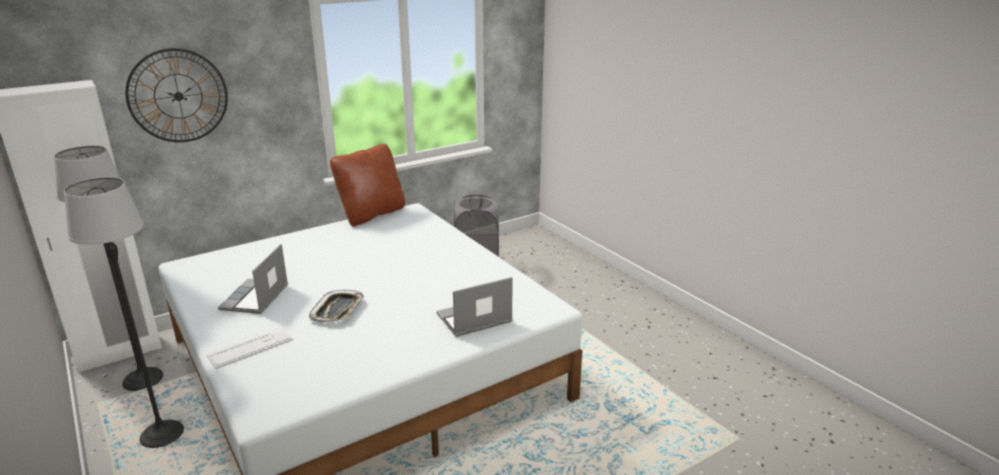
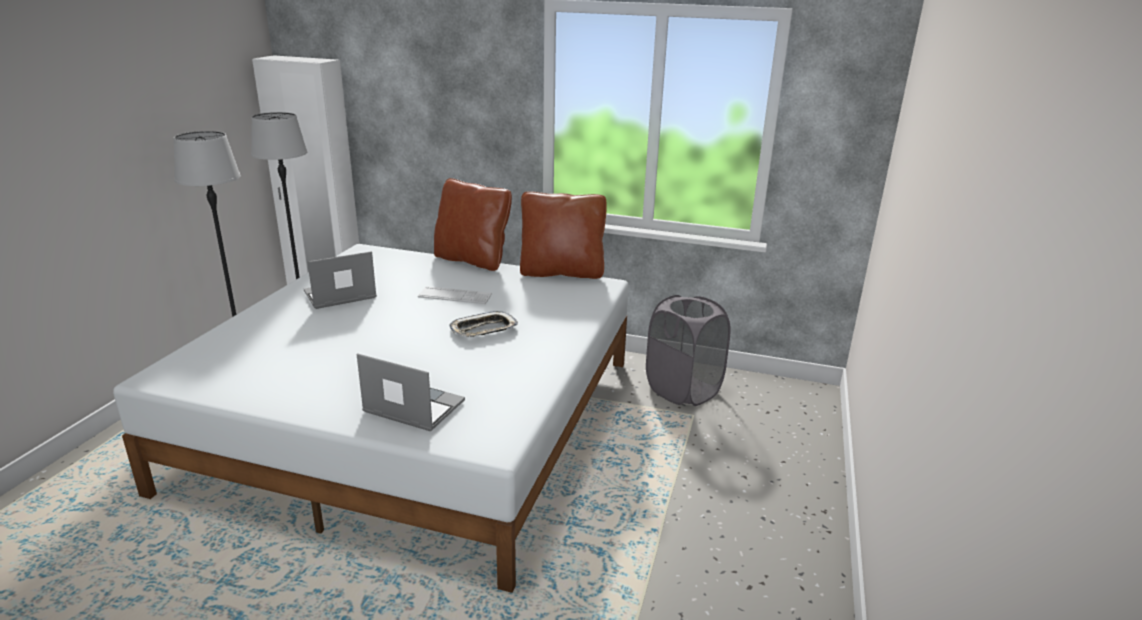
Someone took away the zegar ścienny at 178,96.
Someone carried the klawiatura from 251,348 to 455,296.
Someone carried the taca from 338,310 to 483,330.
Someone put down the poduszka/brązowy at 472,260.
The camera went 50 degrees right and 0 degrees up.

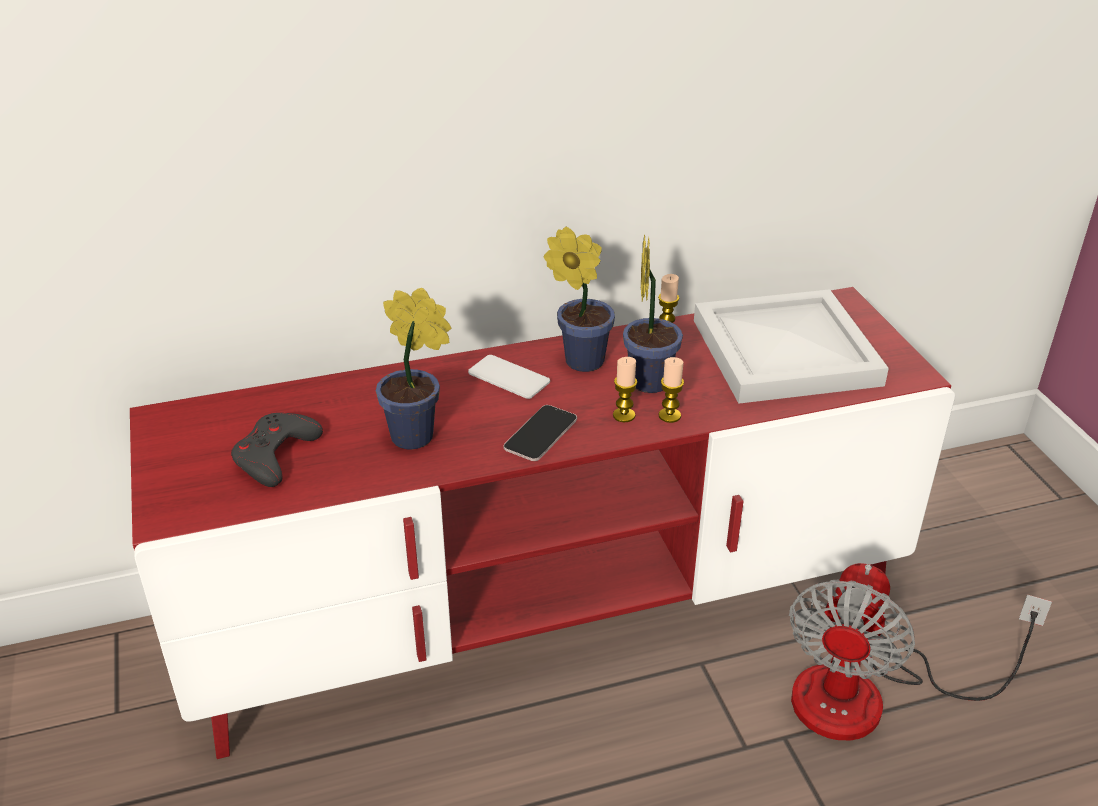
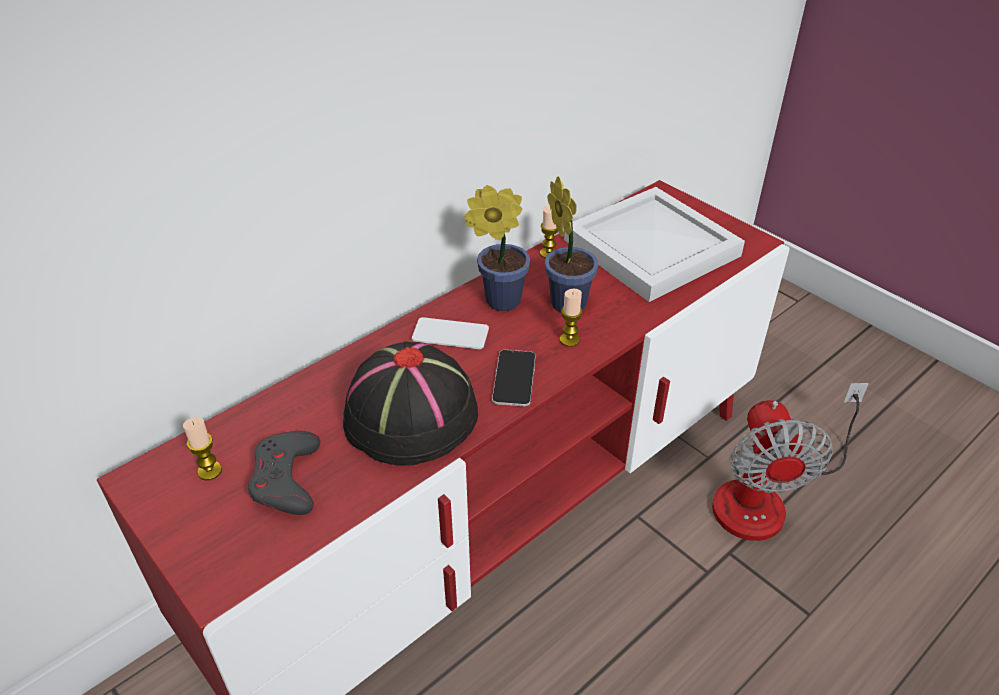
Someone swapped the roślina doniczkowa at 418,437 for the kapelusz/czarny at 410,417.
Someone carried the świeca from 669,416 to 209,471.
The camera went 25 degrees left and 5 degrees up.

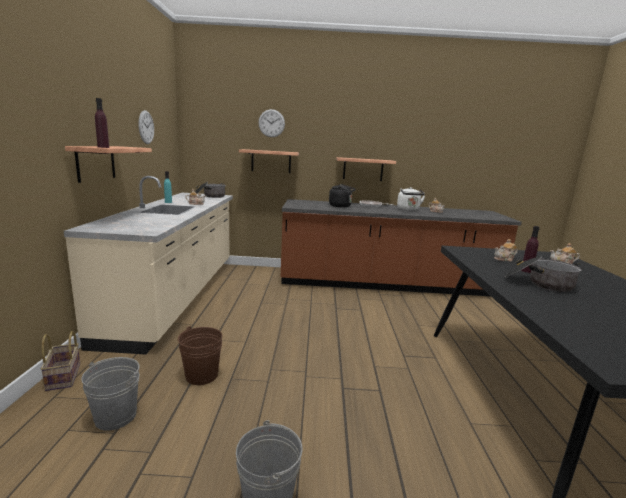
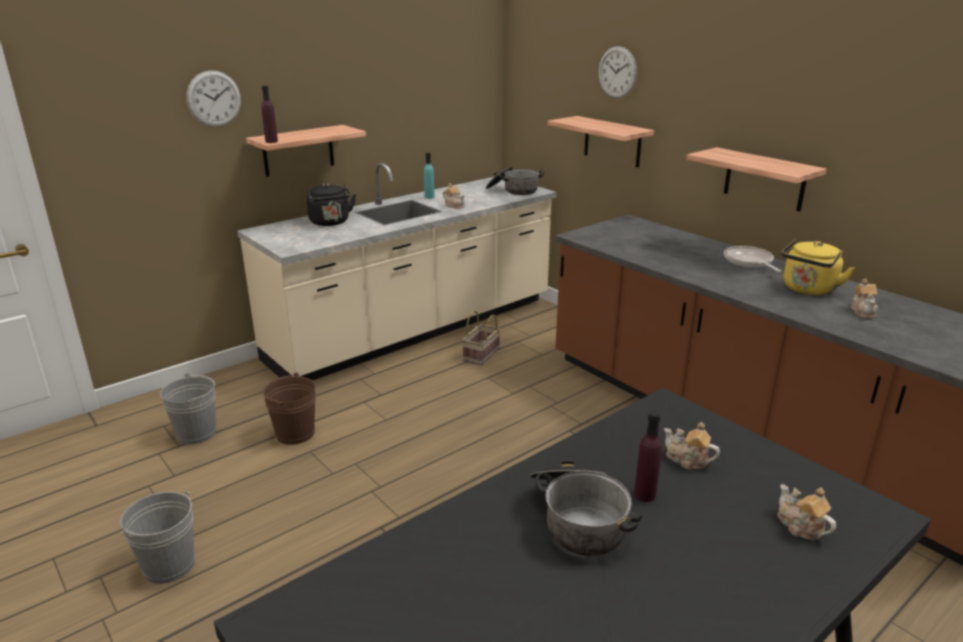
Someone carried the koszyk from 64,377 to 481,355.
Someone carried the zegar ścienny from 146,127 to 214,99.
Someone carried the czajnik/czarny from 341,206 to 330,223.
Someone repainted the czajnik/biały at 408,209, which became the czajnik/żółty at 808,290.
The camera went 50 degrees right and 10 degrees up.

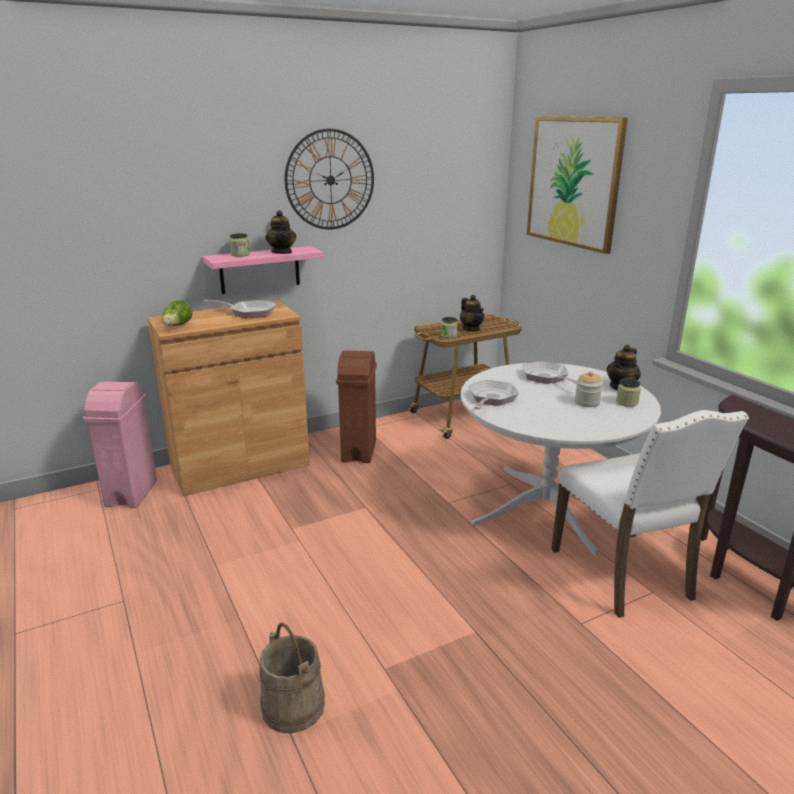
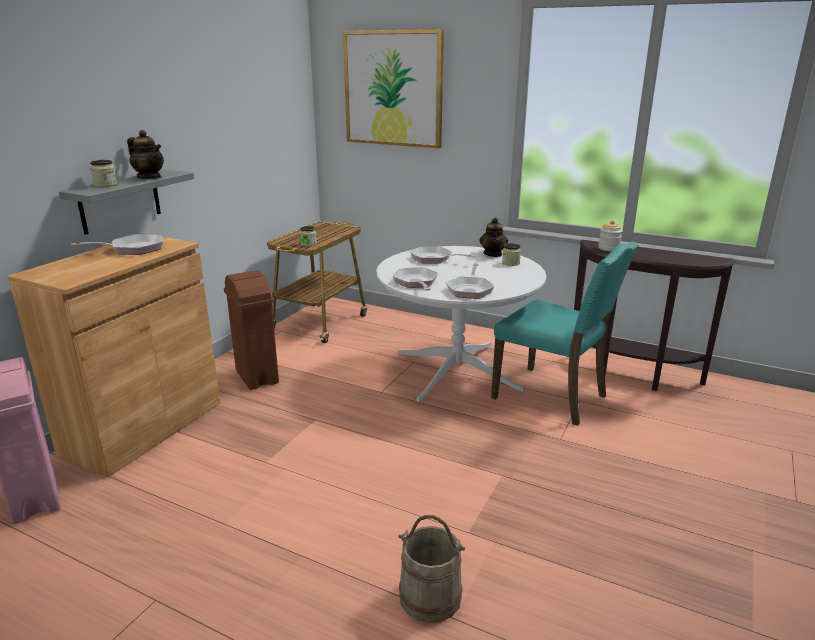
Someone took away the sałata at 177,326.
Someone repainted the półka/różowy at 260,270, which became the półka/szary at 120,201.
Someone took away the zegar ścienny at 330,180.
Someone took away the imbryk at 471,329.
Someone repainted the krzesło/biały at 624,574, which became the krzesło/turkusowy at 552,396.
Someone carried the słoik from 587,402 to 609,248.
Someone put down the patelnia at 470,289.
The camera went 35 degrees left and 0 degrees up.

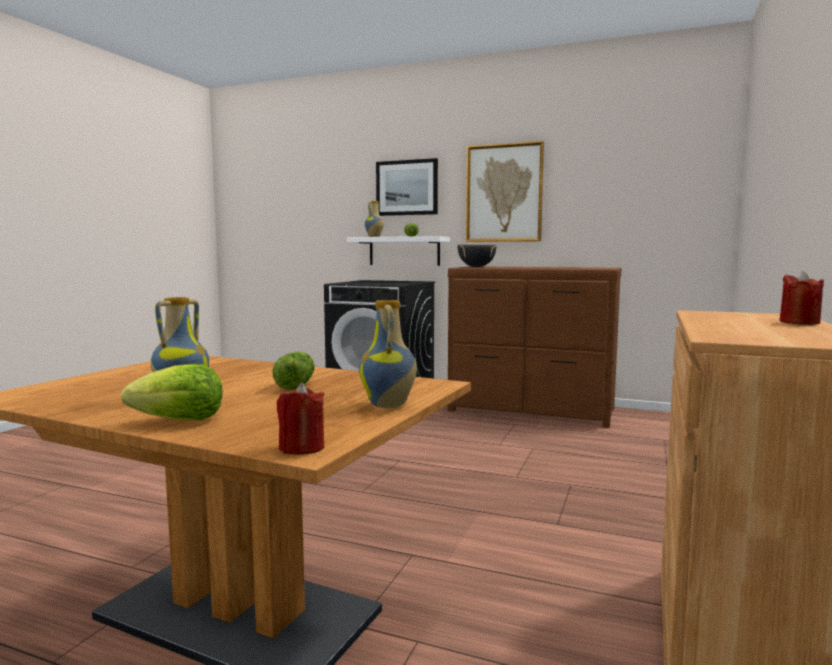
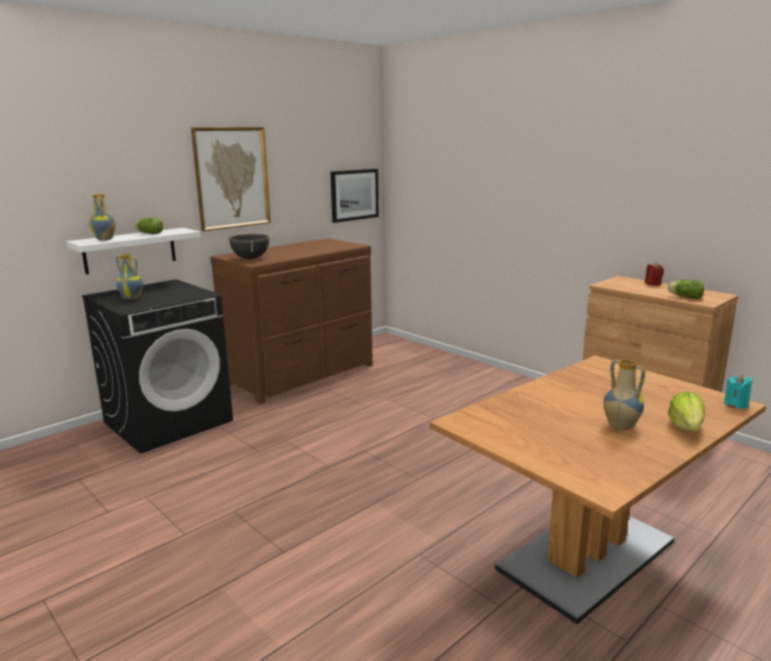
Someone carried the sałata from 297,385 to 684,297.
Someone repainted the świeca/czerwony at 302,448, which became the świeca/turkusowy at 735,404.
Someone carried the wazon from 390,405 to 132,299.
Someone carried the obraz from 407,188 to 354,195.
The camera went 65 degrees left and 10 degrees up.

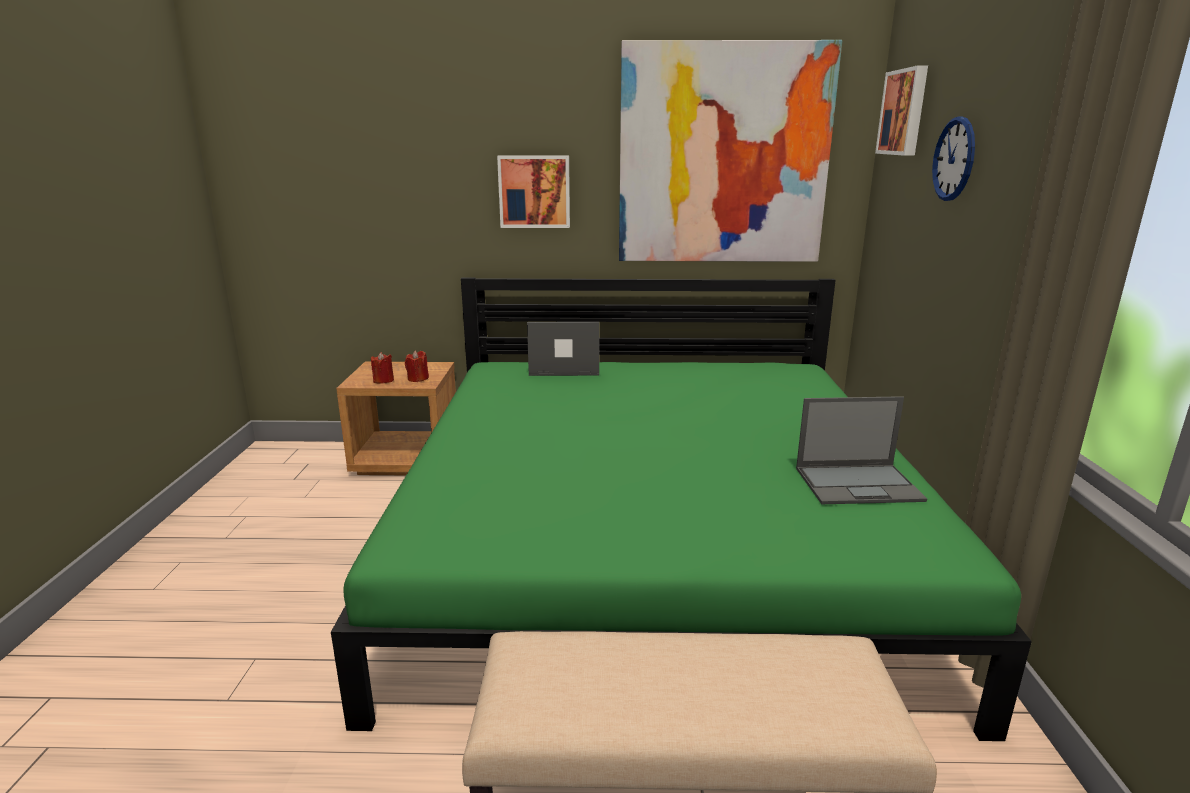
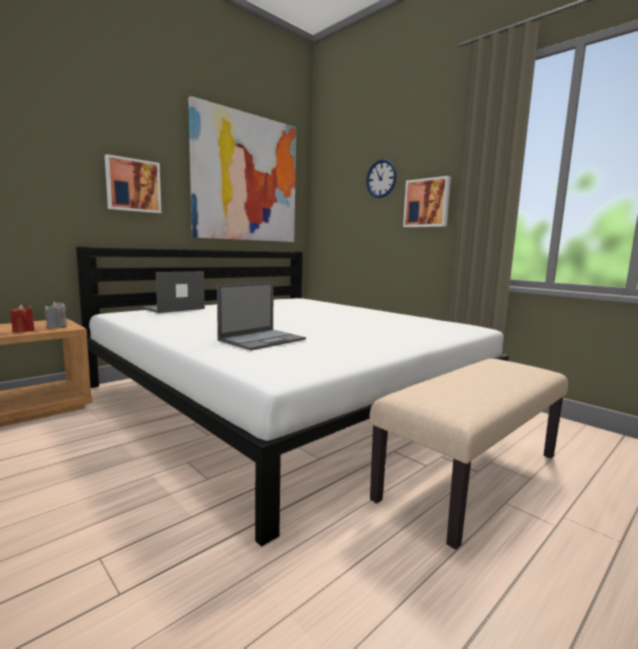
Someone repainted the łóżko/zielony at 654,544, which became the łóżko/biały at 289,397.
Someone repainted the świeca/czerwony at 418,379, which became the świeca/szary at 57,327.
Someone carried the laptop from 859,484 to 263,339.
Someone carried the obraz from 904,112 to 427,203.
The camera went 45 degrees left and 10 degrees down.

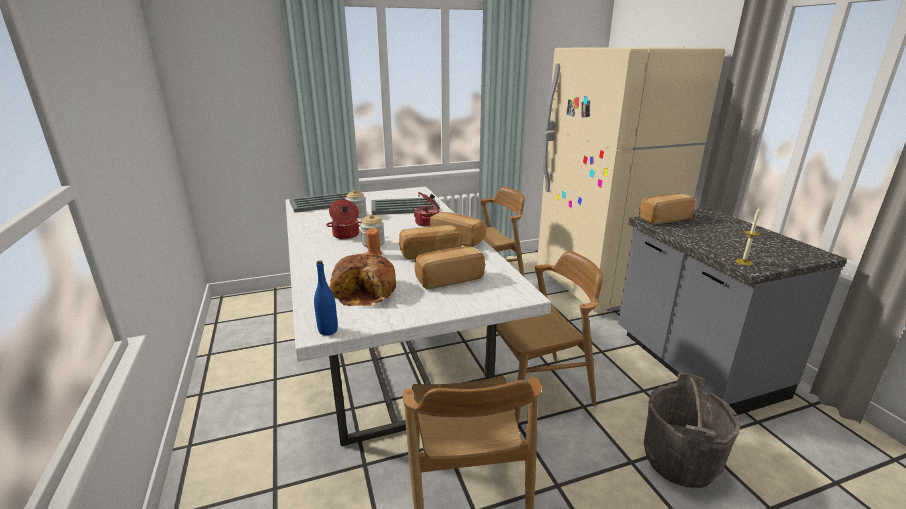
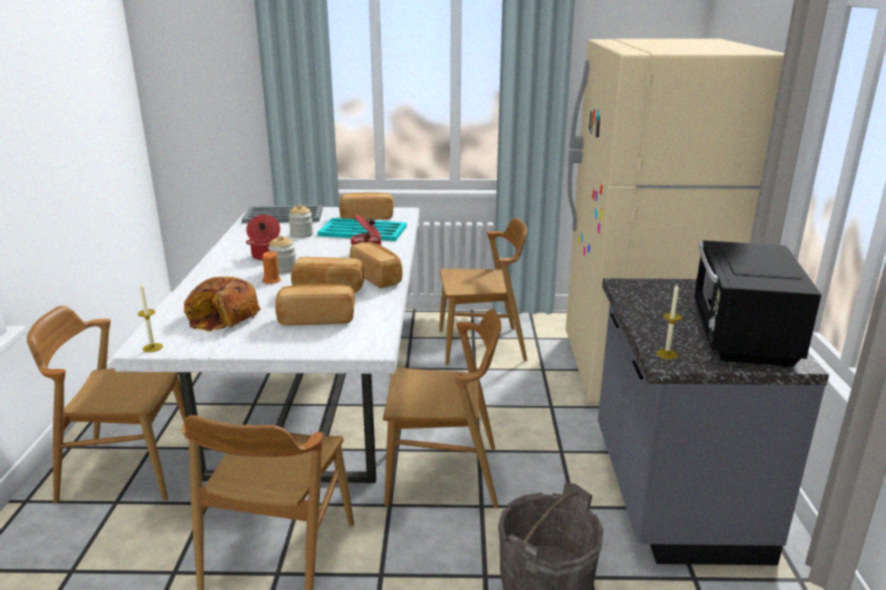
Someone swapped the butelka/niebieski at 328,331 for the świeca at 152,347.
Someone repainted the taca/szary at 405,207, which became the taca/turkusowy at 363,231.
Someone carried the chleb from 663,218 to 367,216.
Someone put down the krzesło/brązowy at 128,470.
Someone put down the mikrofalówka/czarny at 741,338.
The camera went 20 degrees right and 0 degrees up.

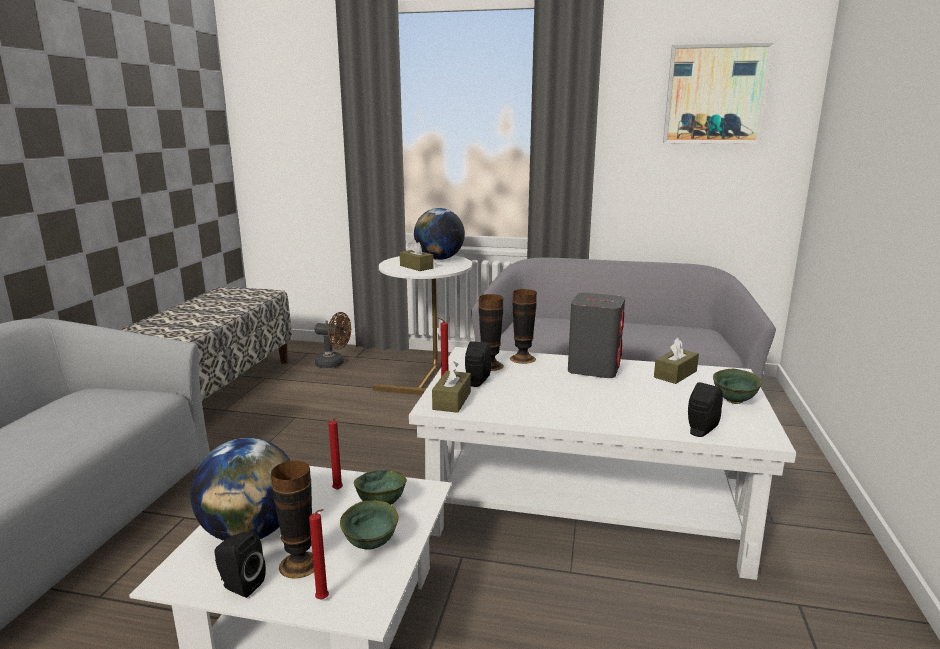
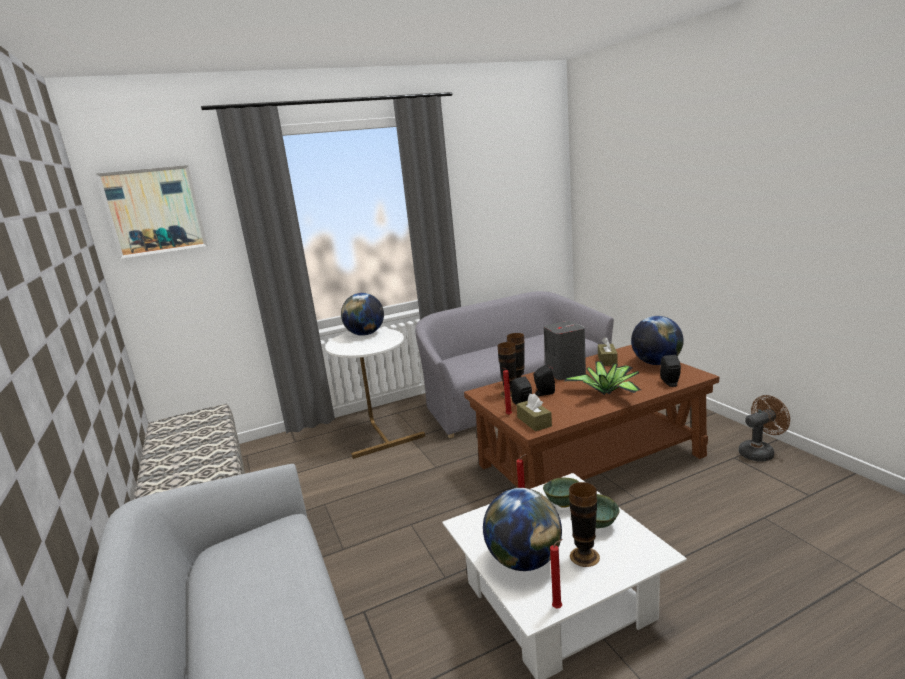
Someone carried the głośnik/czarny from 240,585 to 543,393.
Someone carried the świeca/czerwony from 324,600 to 559,607.
Someone carried the wentylator/brązowy from 334,364 to 760,452.
Someone took away the pudełko chusteczek/brązowy at 416,267.
Someone repainted the ława/biały at 587,502, which became the ława/brązowy at 590,460.
Someone carried the obraz from 715,94 to 154,211.
Someone swapped the miska/zielony at 735,401 for the globus at 656,363.
Someone put down the roślina doniczkowa at 607,392.
The camera went 35 degrees left and 0 degrees up.

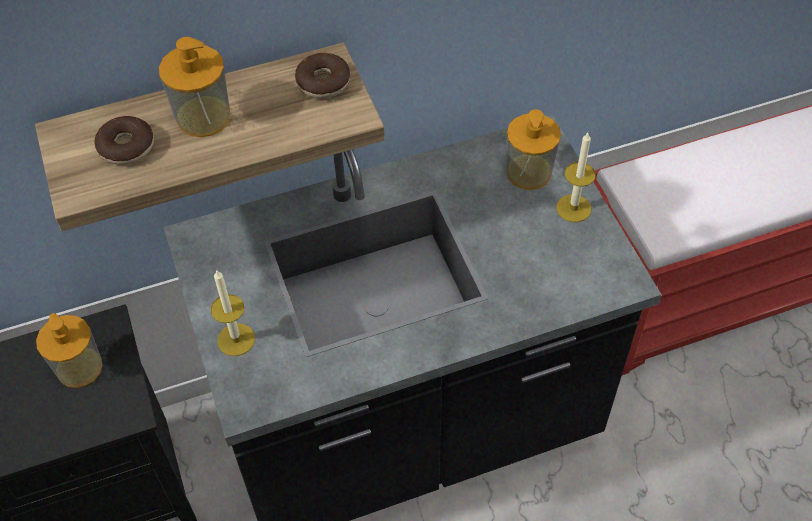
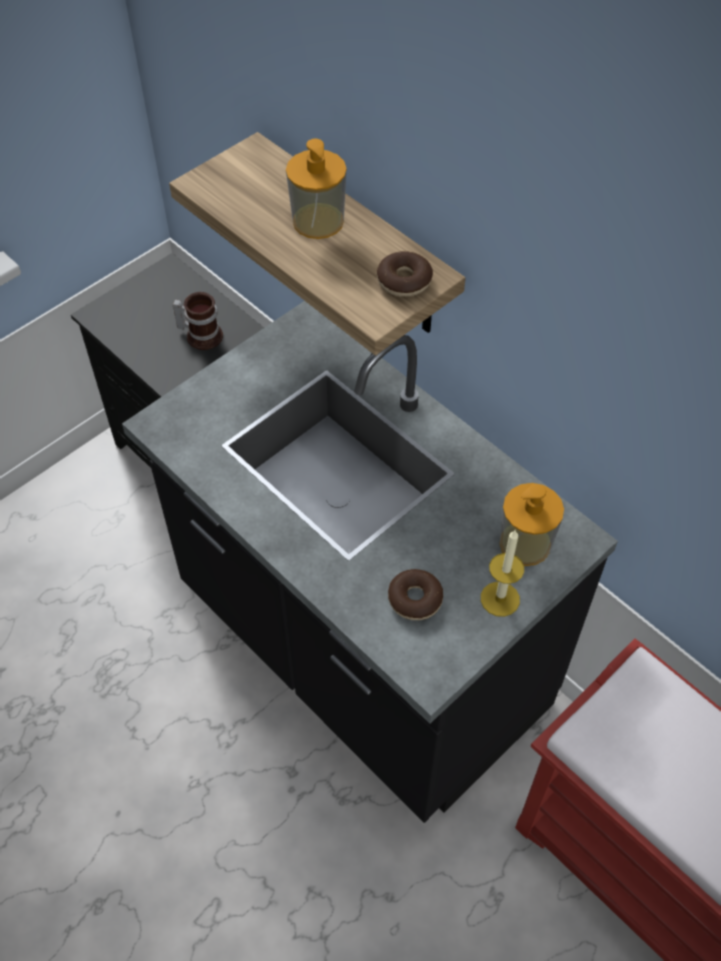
Someone swapped the dozownik mydła at 79,367 for the kubek at 201,334.
Someone carried the donut from 126,147 to 415,599.
Someone took away the świeca at 236,339.
The camera went 65 degrees right and 0 degrees up.

